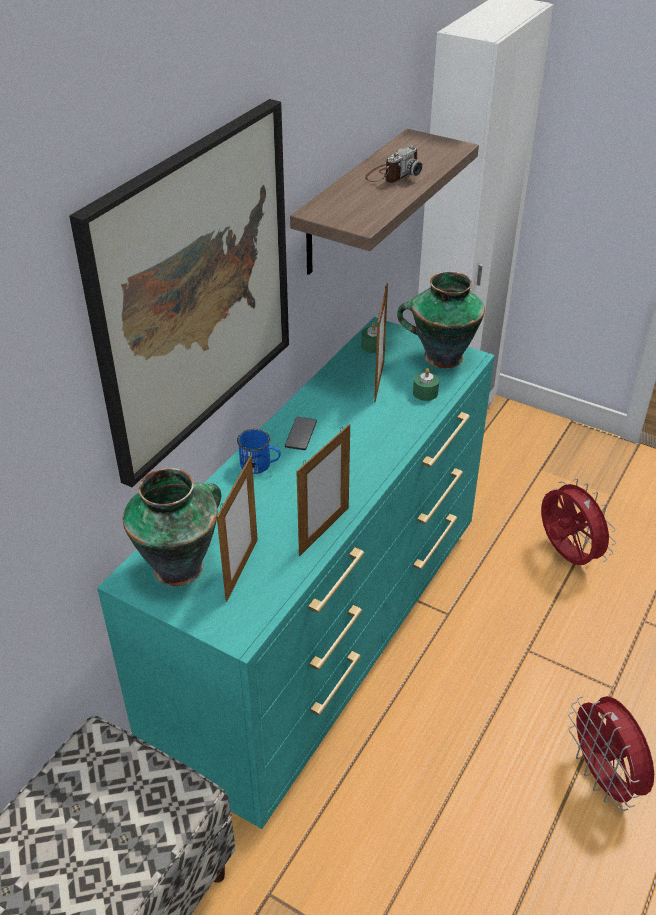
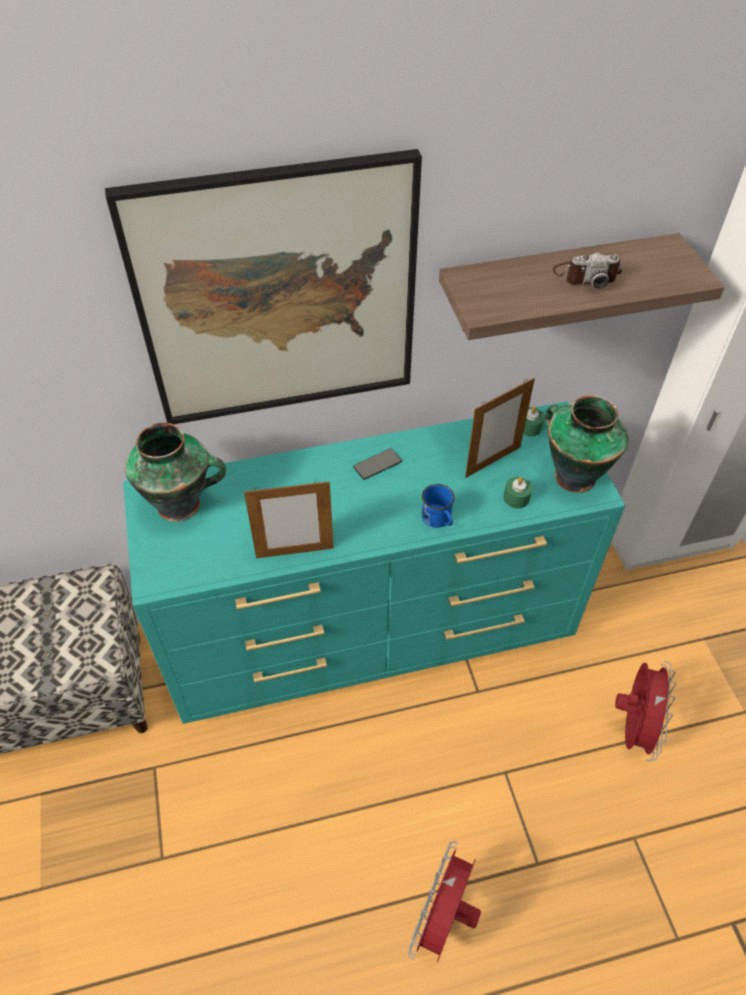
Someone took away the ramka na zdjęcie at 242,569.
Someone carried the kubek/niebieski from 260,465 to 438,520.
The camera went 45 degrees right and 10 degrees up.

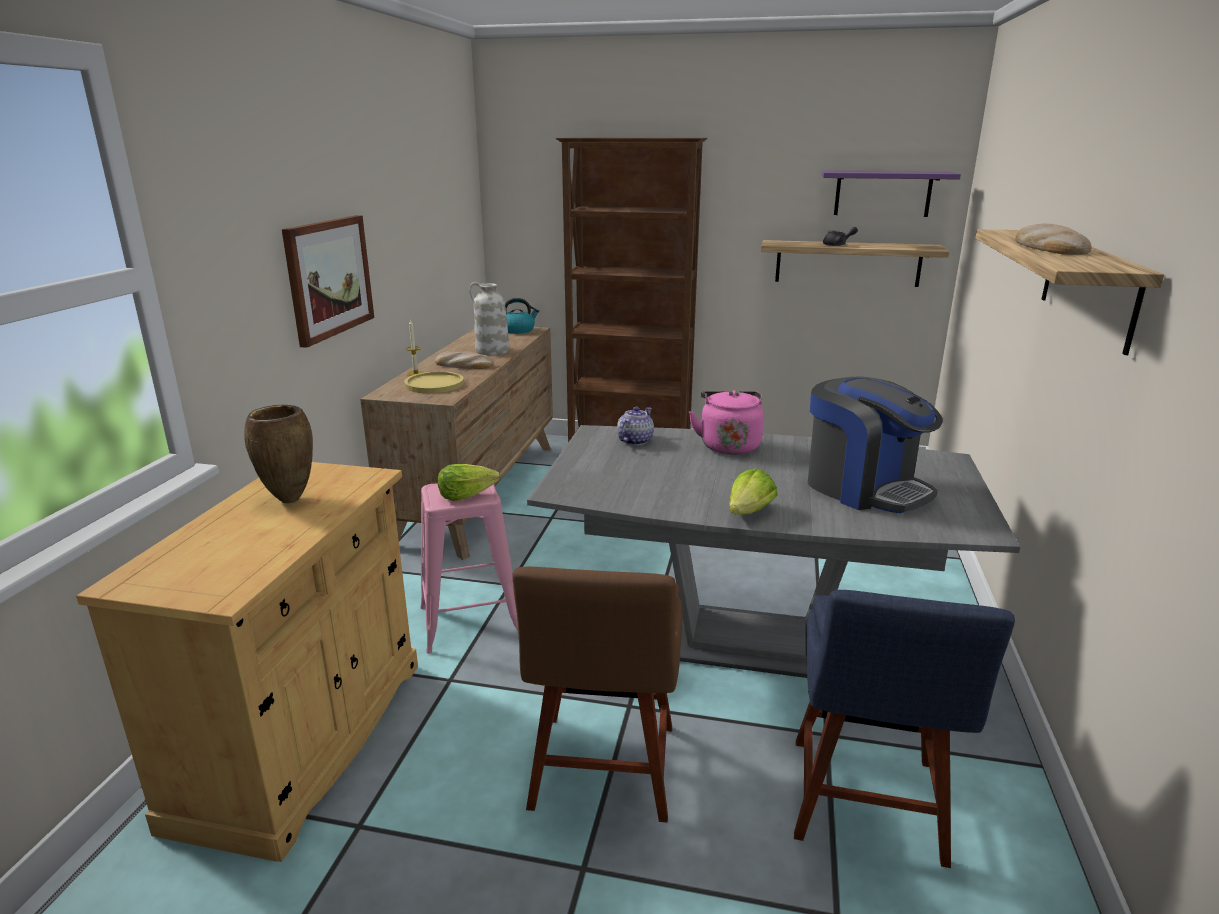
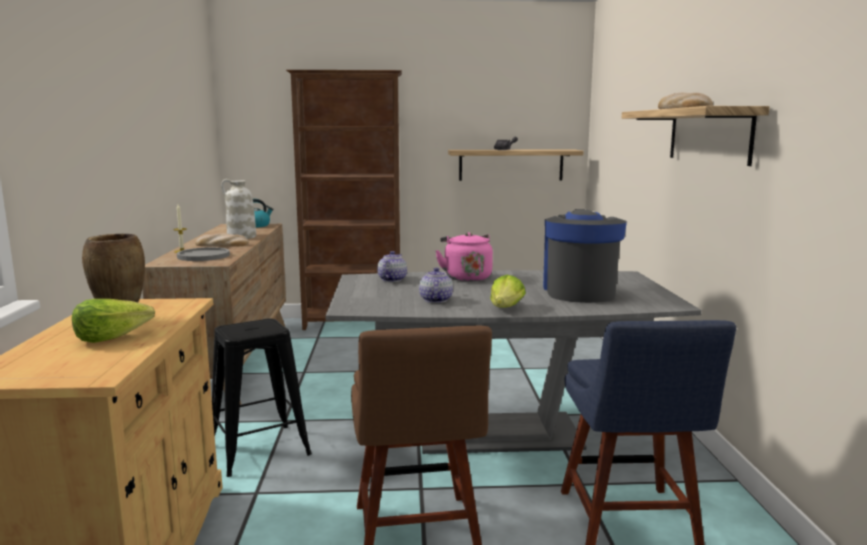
Someone took away the obraz at 329,277.
Someone repainted the talerz/żółty at 434,384, which became the talerz/szary at 203,256.
Someone repainted the stołek/różowy at 470,622, which became the stołek/czarny at 259,450.
Someone carried the sałata from 466,495 to 111,337.
Someone rotated the ekspres do kawy at 864,488 by 120 degrees counterclockwise.
Someone took away the półka/fioletowy at 882,193.
Someone put down the imbryk at 435,300.
The camera went 15 degrees left and 10 degrees down.

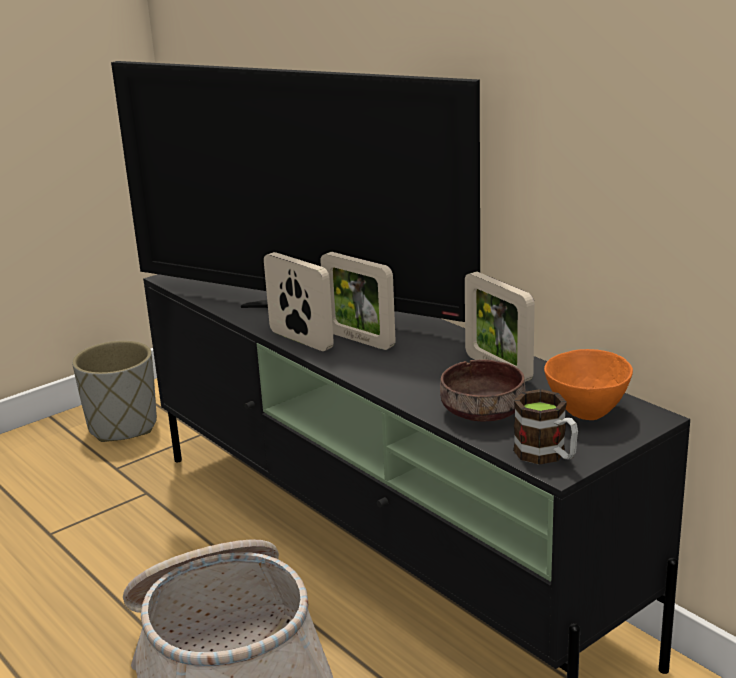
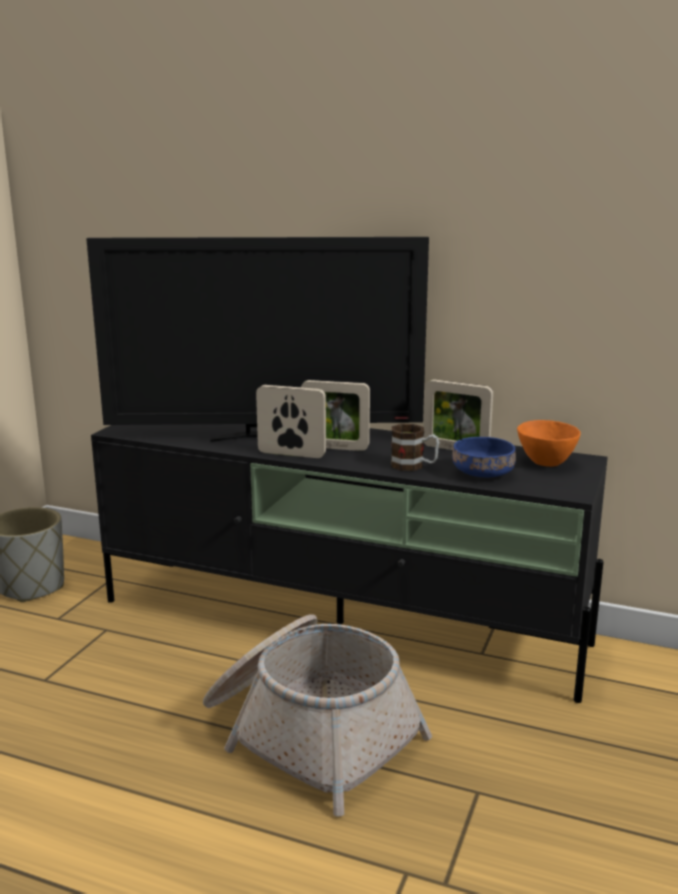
Someone repainted the miska/brązowy at 482,413, which became the miska/niebieski at 483,474.
Someone carried the kubek from 547,455 to 414,466.
The camera went 30 degrees left and 5 degrees down.

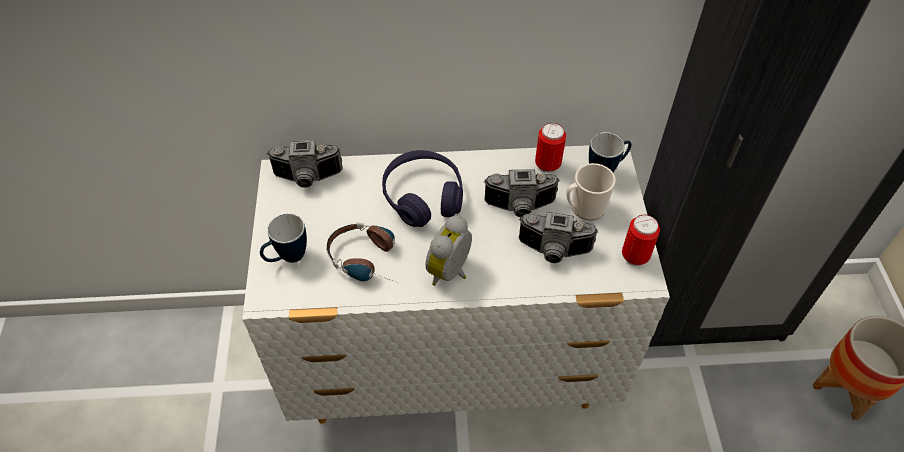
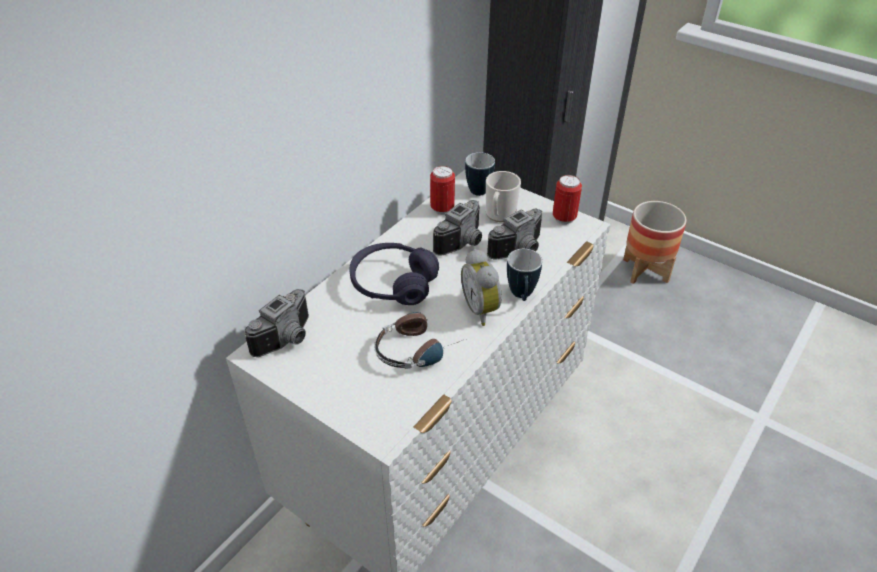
Someone carried the kubek from 287,258 to 522,296.
The camera went 50 degrees left and 10 degrees down.

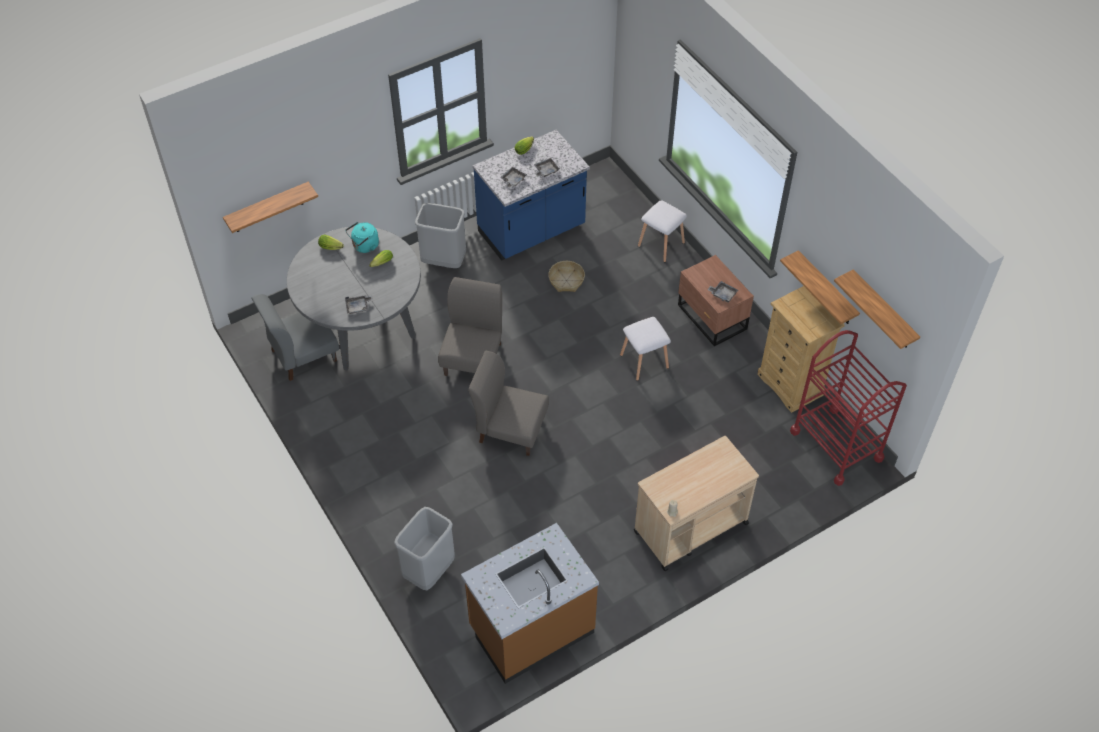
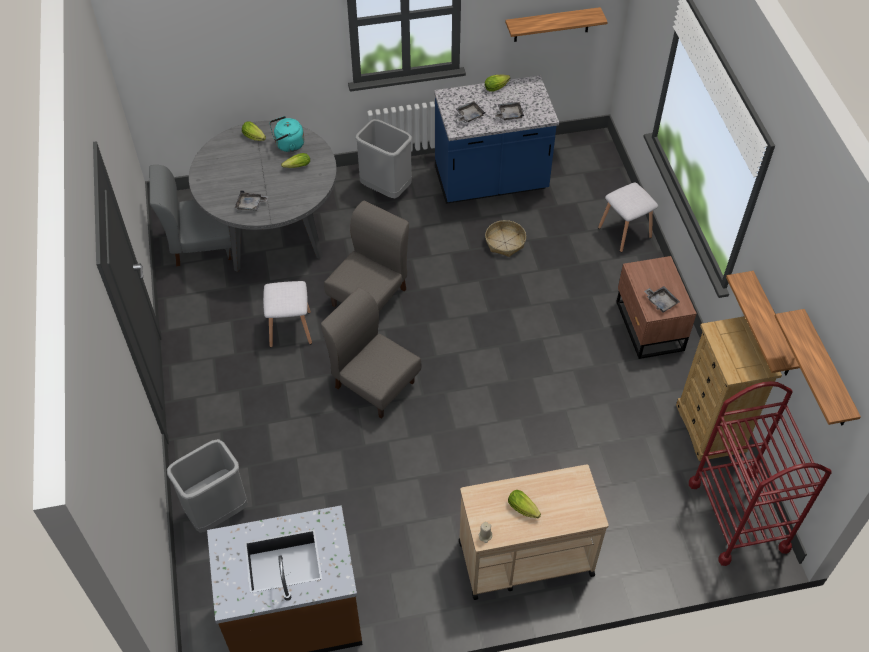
Someone carried the półka from 268,208 to 552,24.
Someone carried the stołek/biały from 643,361 to 290,328.
Someone put down the sałata at 524,509.
The camera went 20 degrees right and 0 degrees up.

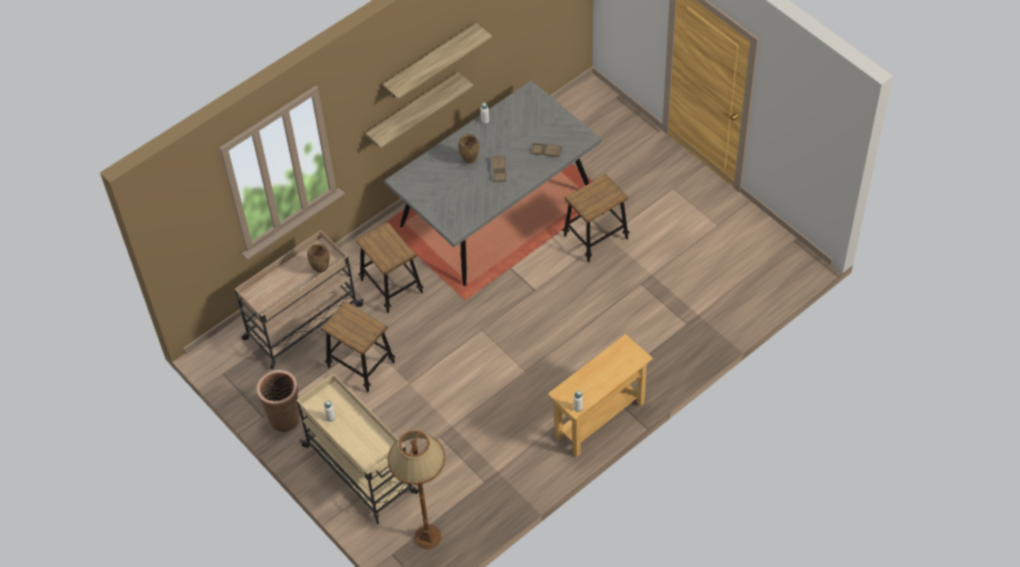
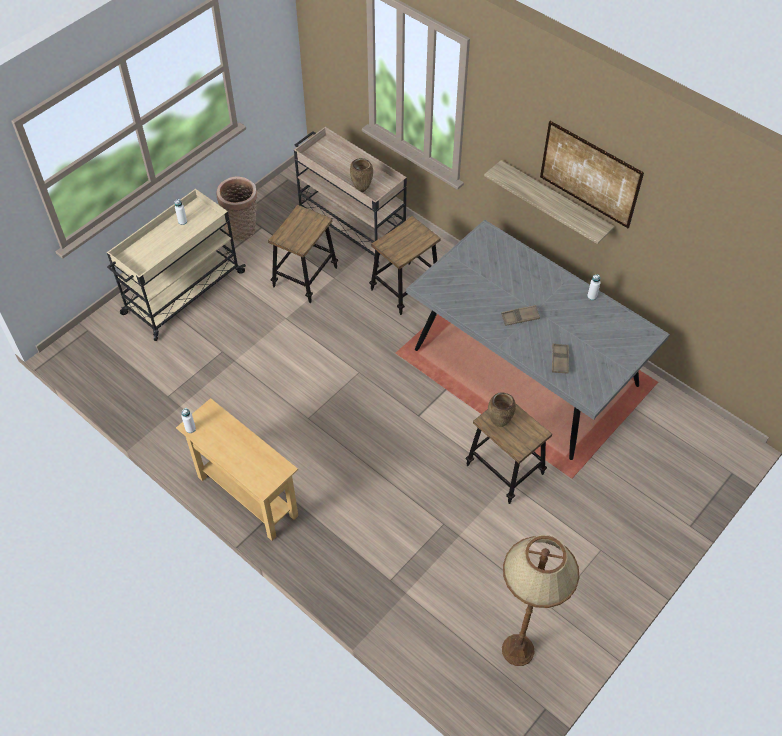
Someone swapped the półka at 431,62 for the obraz at 590,174.
Someone carried the lampa stojąca/brązowy from 427,536 to 518,650.
Someone carried the wazon/brązowy from 469,161 to 499,423.
The camera went 80 degrees right and 0 degrees up.

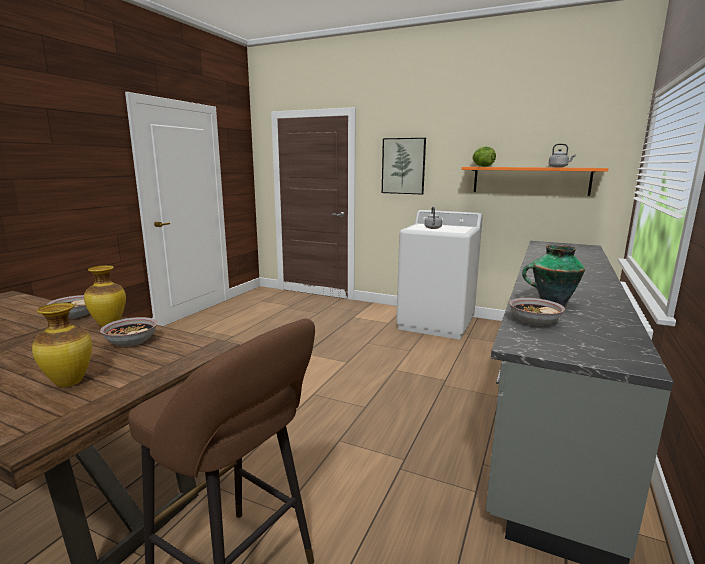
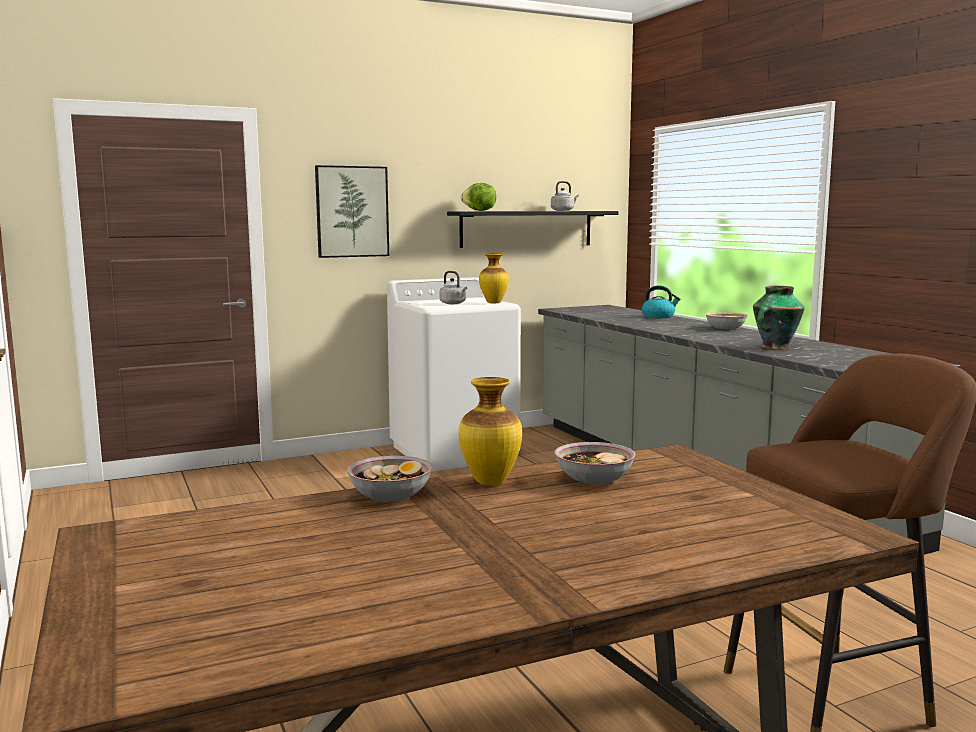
Someone carried the wazon from 69,383 to 494,303.
Someone repainted the półka/pomarańczowy at 530,180, which became the półka/czarny at 526,228.
Someone carried the miska from 534,321 to 725,328.
Someone put down the czajnik at 659,316.
The camera went 50 degrees left and 5 degrees down.

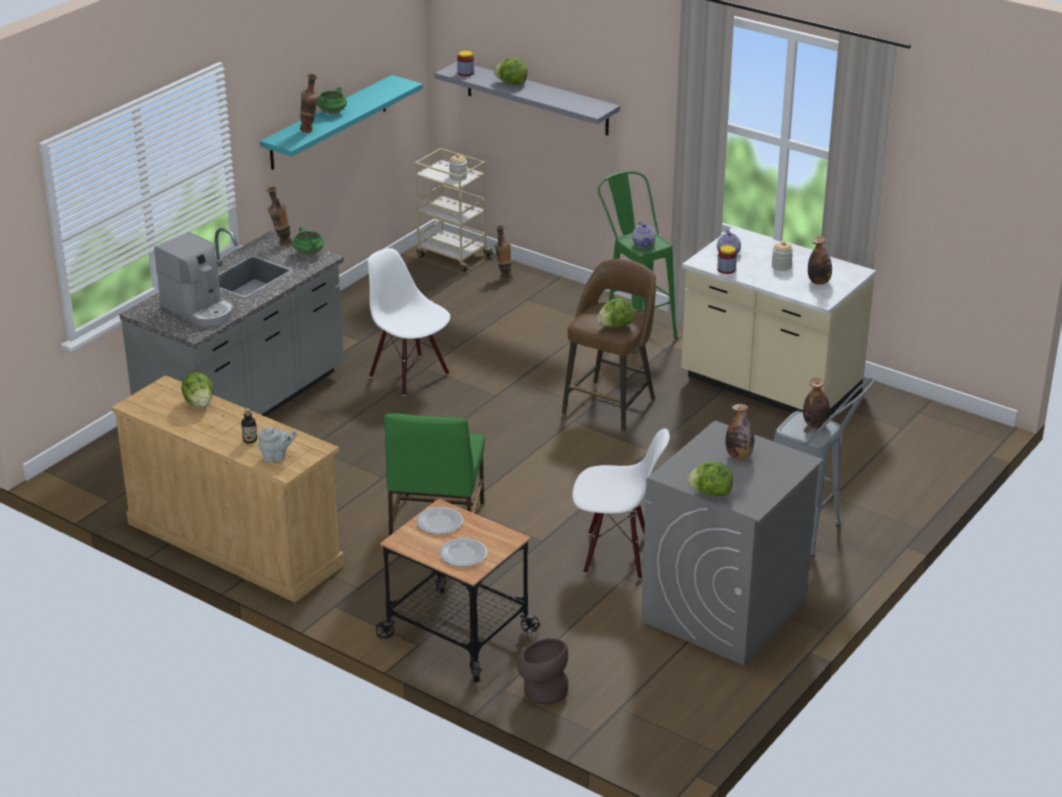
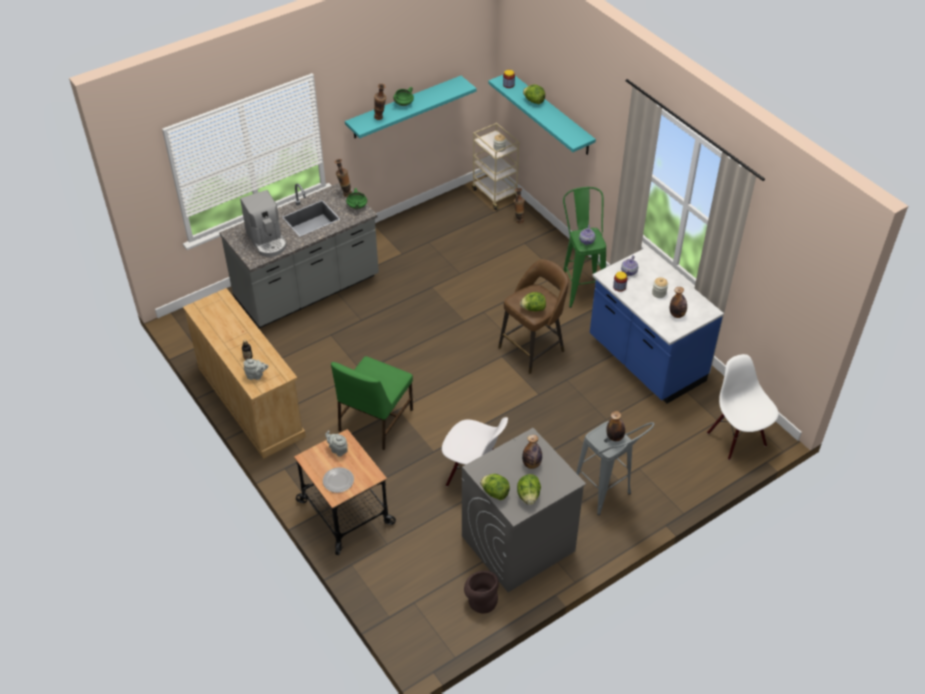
Someone carried the sałata from 199,403 to 528,496.
Someone carried the krzesło/biały from 410,375 to 737,439.
Someone swapped the talerz at 440,523 for the imbryk/szary at 338,450.
Someone repainted the półka/szary at 537,98, which became the półka/turkusowy at 551,114.
Someone carried the wazon/brązowy from 542,690 to 481,599.
Someone repainted the zabudowa kuchenna/beżowy at 769,387, which became the zabudowa kuchenna/niebieski at 645,361.
The camera went 20 degrees right and 15 degrees up.

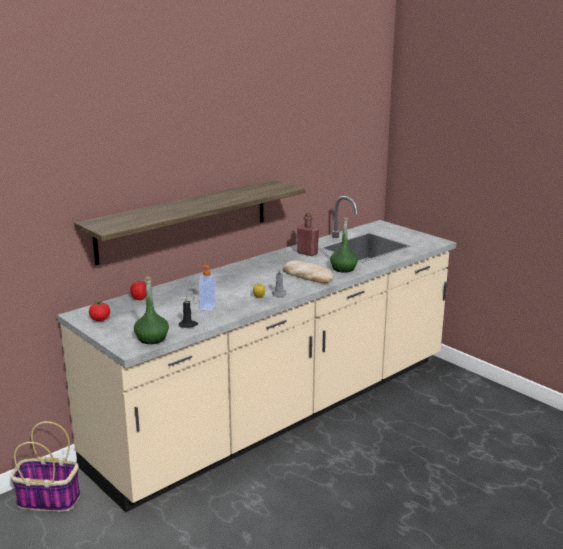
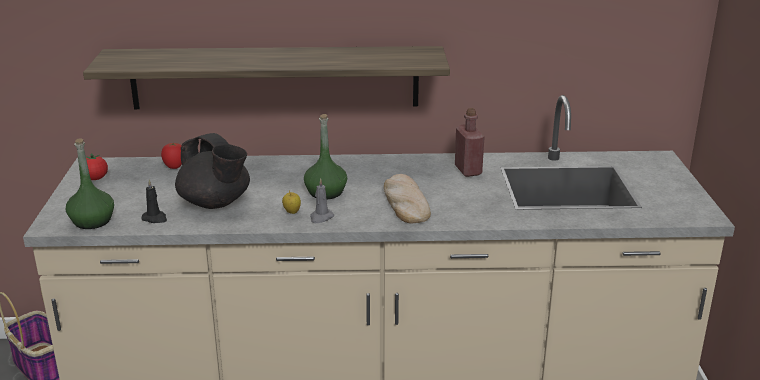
Someone swapped the dozownik mydła at 207,307 for the imbryk/czarny at 215,203.
Someone carried the butelka/zielony from 343,269 to 326,192.
The camera went 40 degrees right and 5 degrees up.

